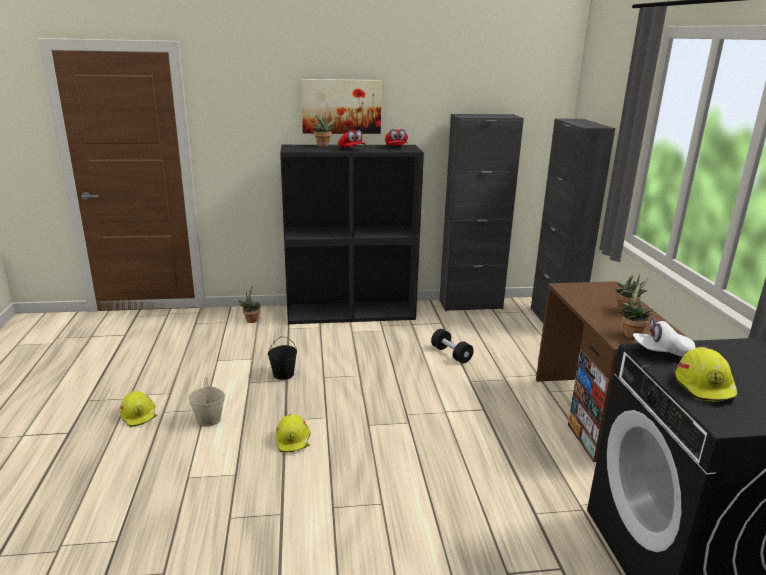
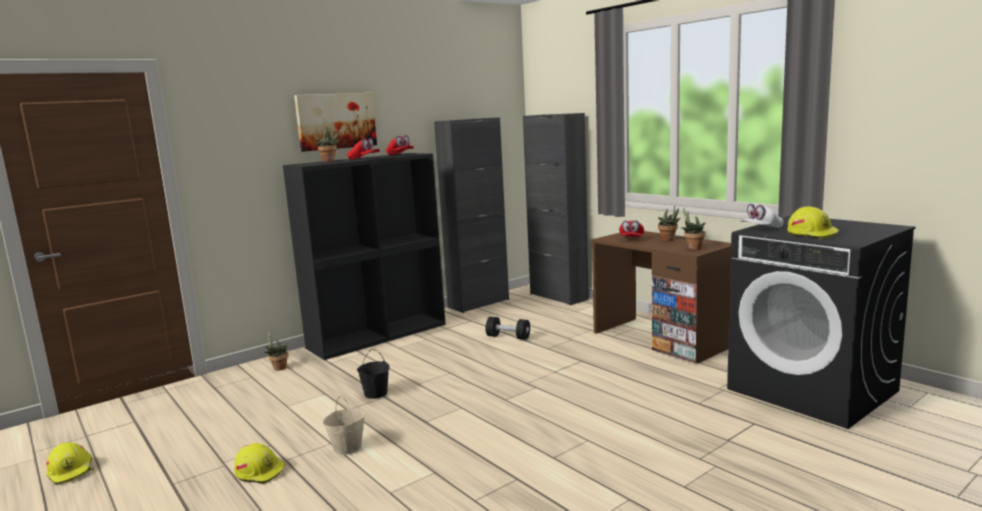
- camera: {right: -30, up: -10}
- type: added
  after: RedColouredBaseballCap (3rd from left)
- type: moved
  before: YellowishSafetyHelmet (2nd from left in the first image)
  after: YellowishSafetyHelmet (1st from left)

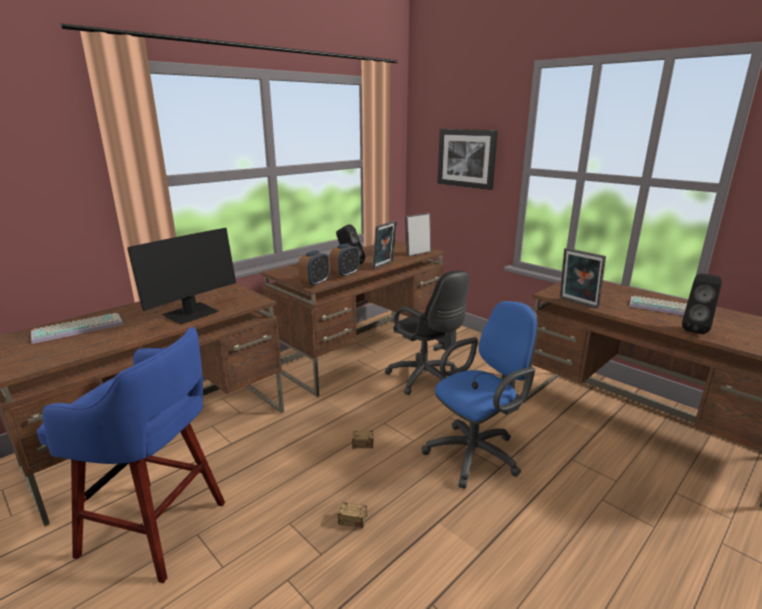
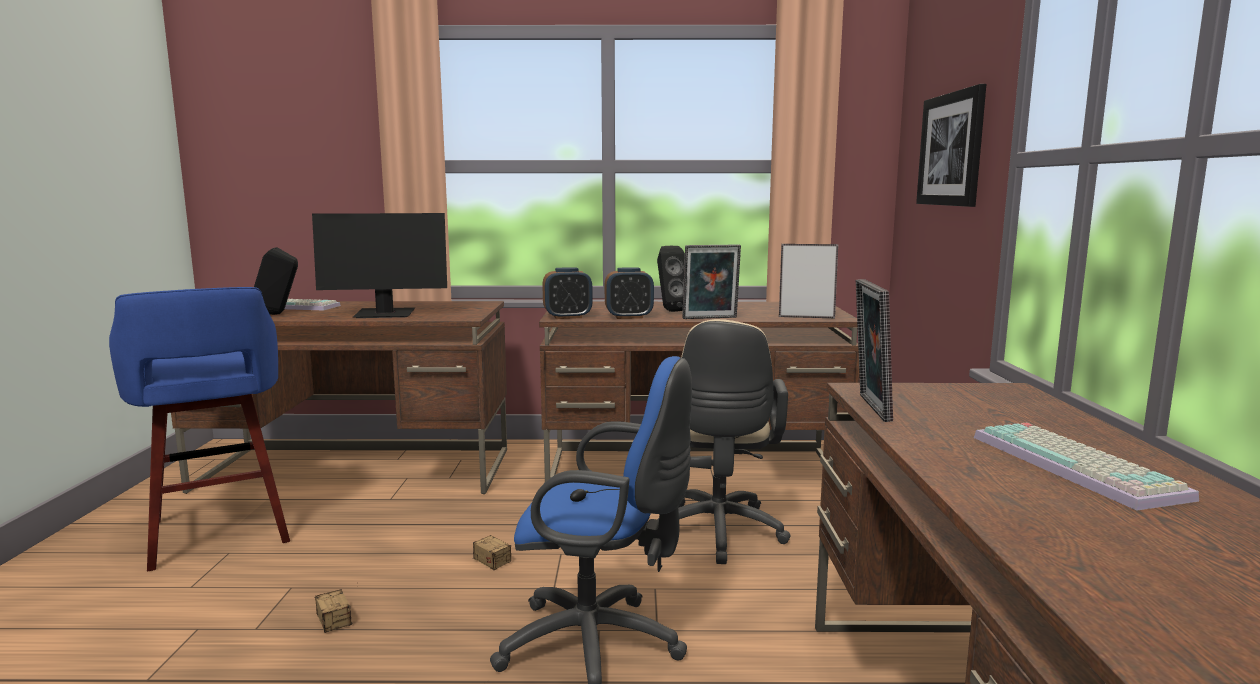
- camera: {right: 45, up: -10}
- type: moved
  before: BlackishSpeaker (2nd from left in the first image)
  after: BlackishSpeaker (1st from left)
- type: recoloured
  before: BlackishOfficeChair
  after: SandColouredOfficeChair

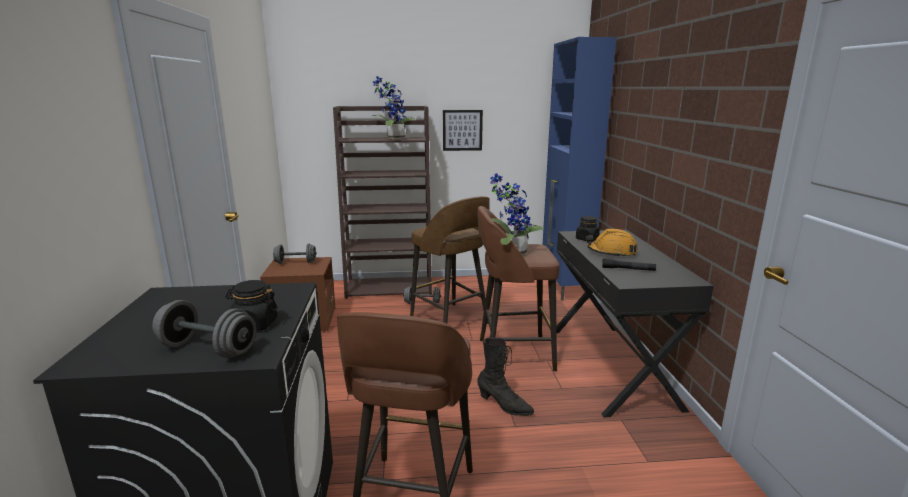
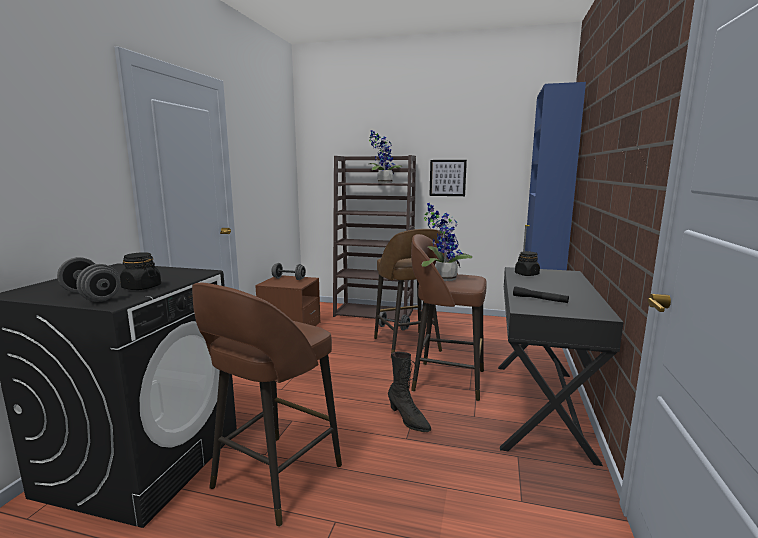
- camera: {right: 20, up: -5}
- type: removed
  before: OrangeySafetyHelmet

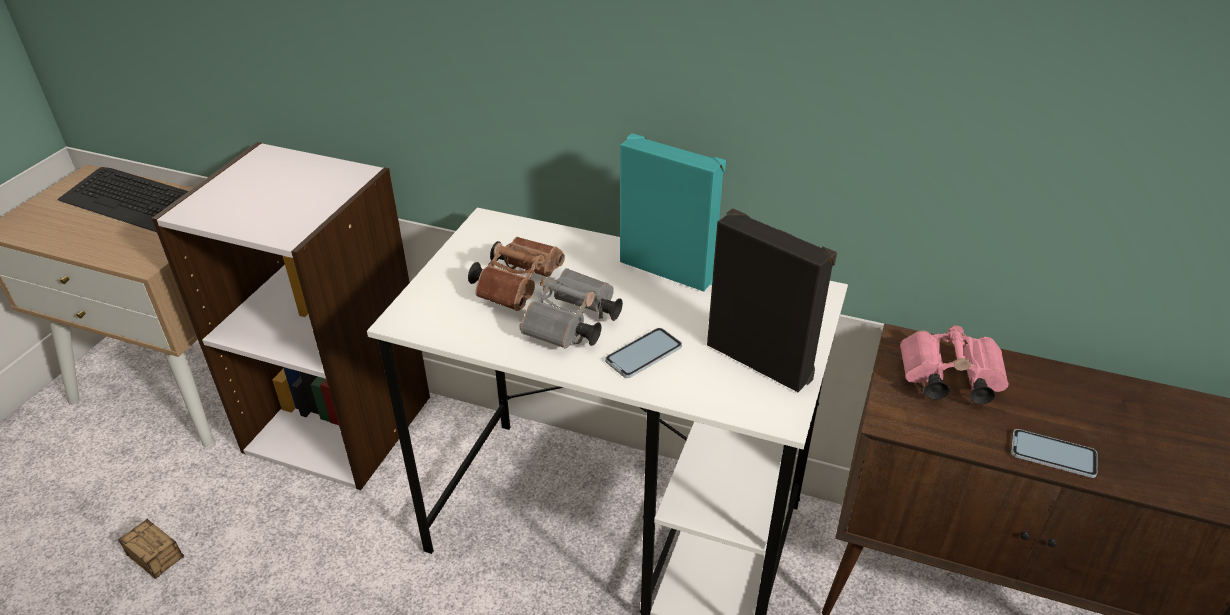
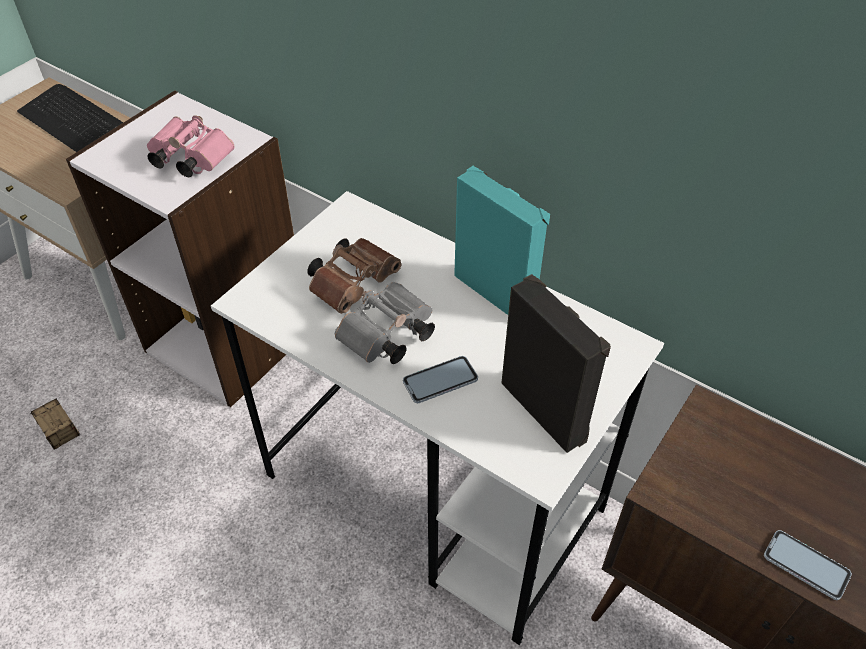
- camera: {right: 15, up: 10}
- type: moved
  before: PinkFieldGlasses

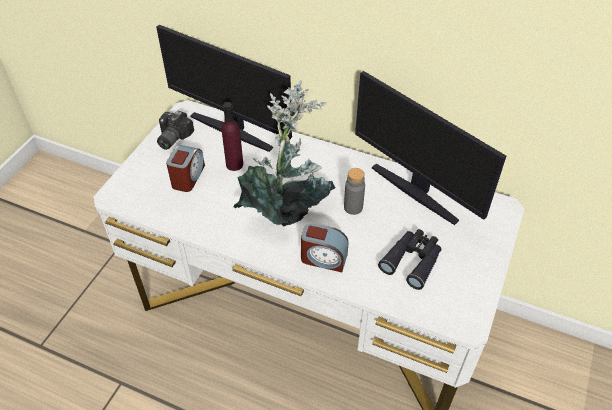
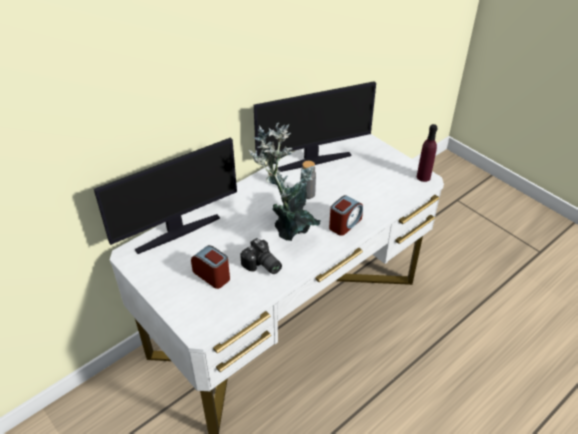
- camera: {right: -65, up: -5}
- type: removed
  before: BlackishFieldGlasses
- type: moved
  before: PhotoCamera
- type: moved
  before: PurpleColouredBottle

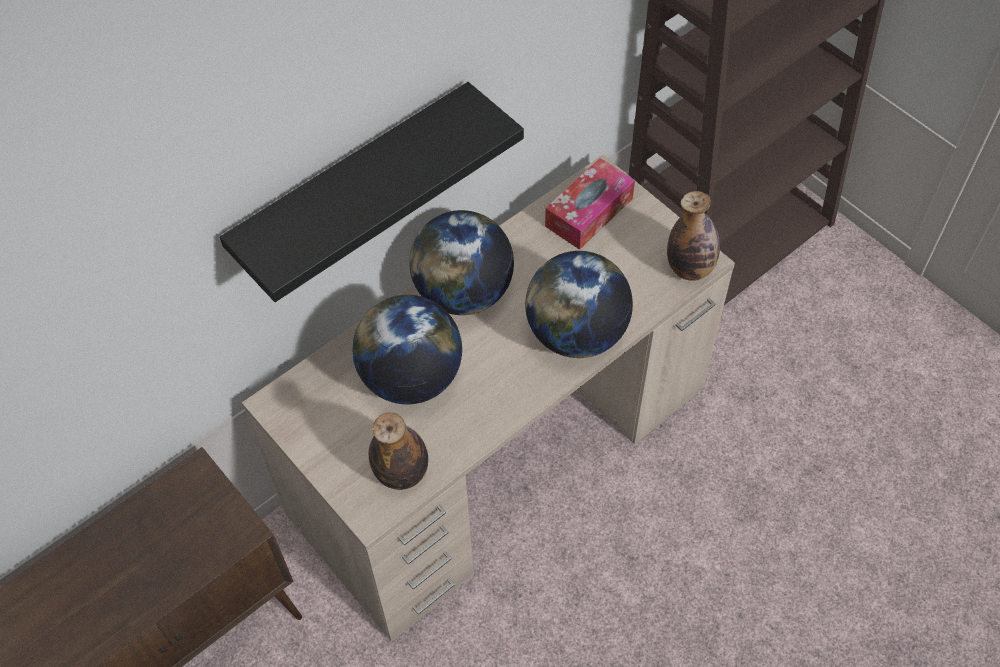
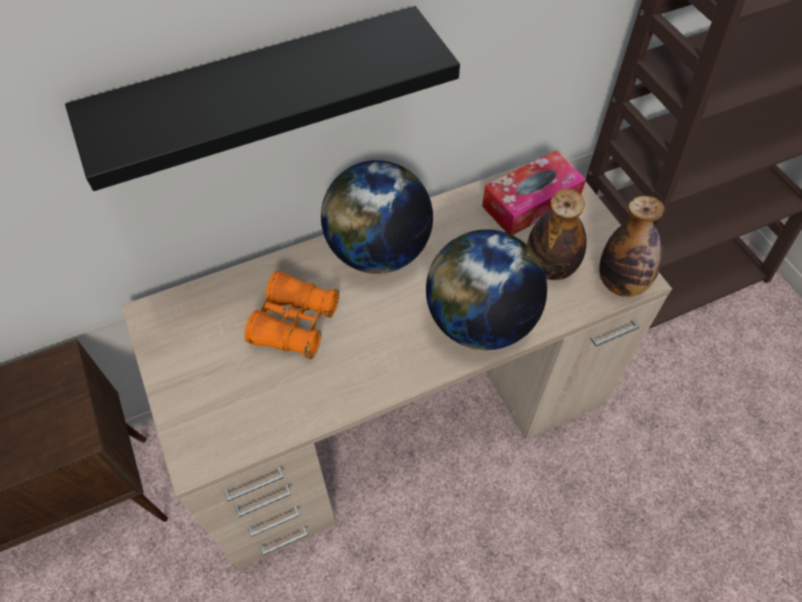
- camera: {right: 15, up: 0}
- type: moved
  before: Bottle (1st from left)
- type: replaced
  before: WorldGlobe (1st from left)
  after: OrangeyFieldGlasses

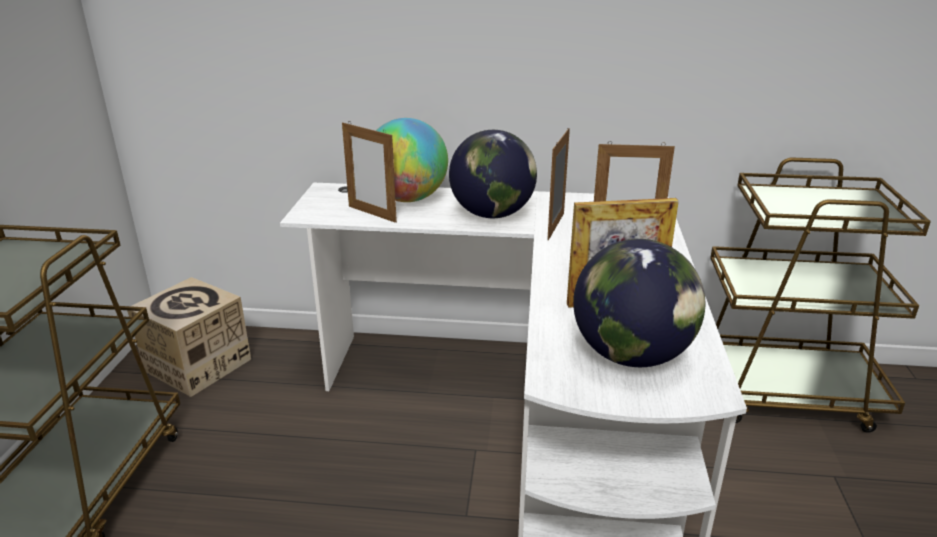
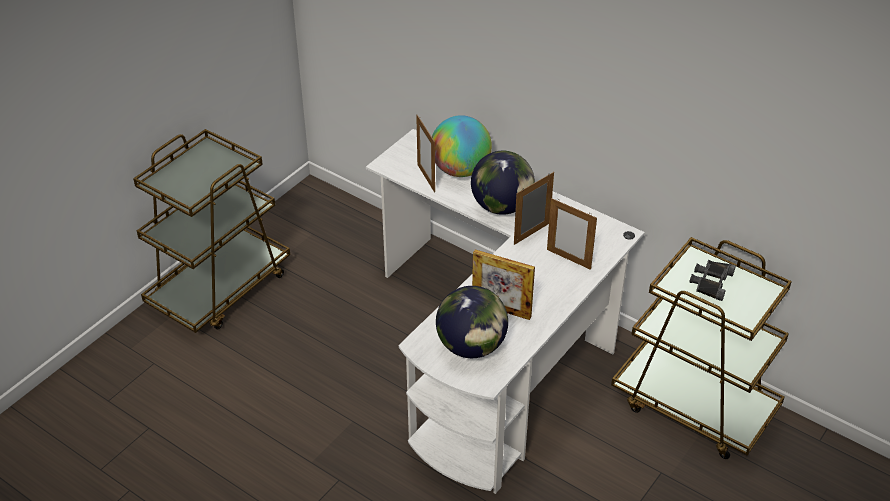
- camera: {right: 30, up: 15}
- type: removed
  before: PackingBox
- type: added
  after: BlackishFieldGlasses

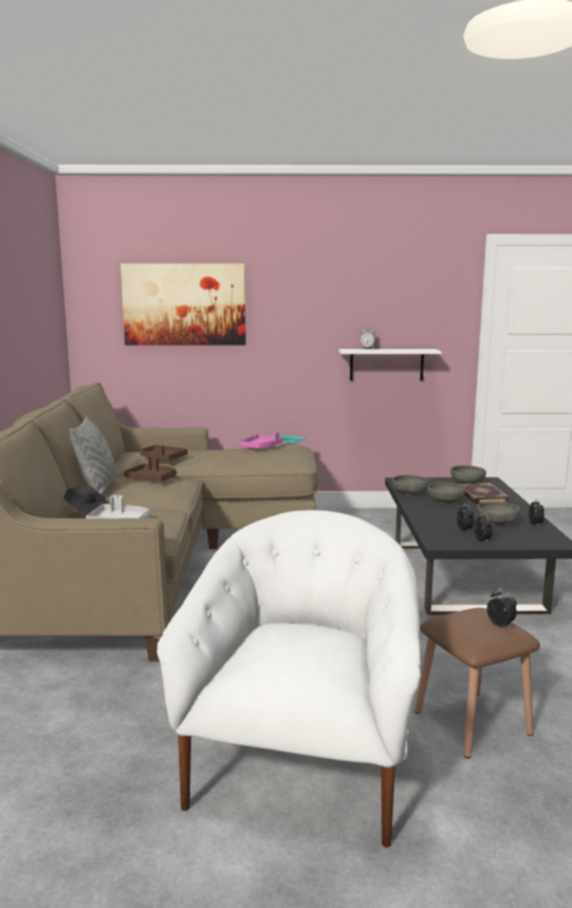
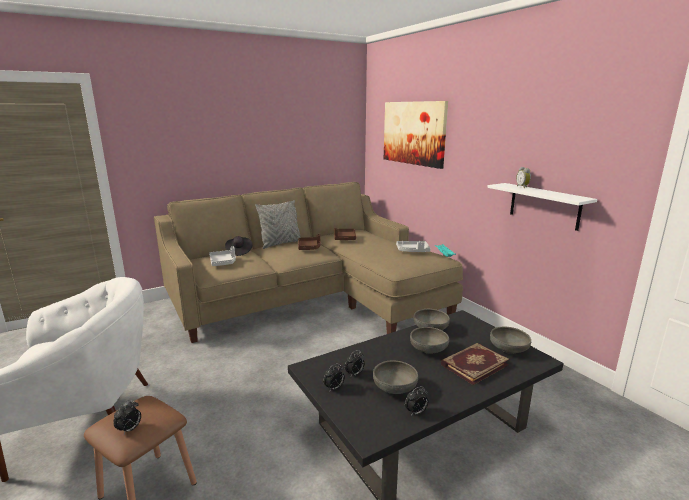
- camera: {right: 60, up: 5}
- type: recoloured
  before: PinkTray
  after: GreyTray (2nd from left)

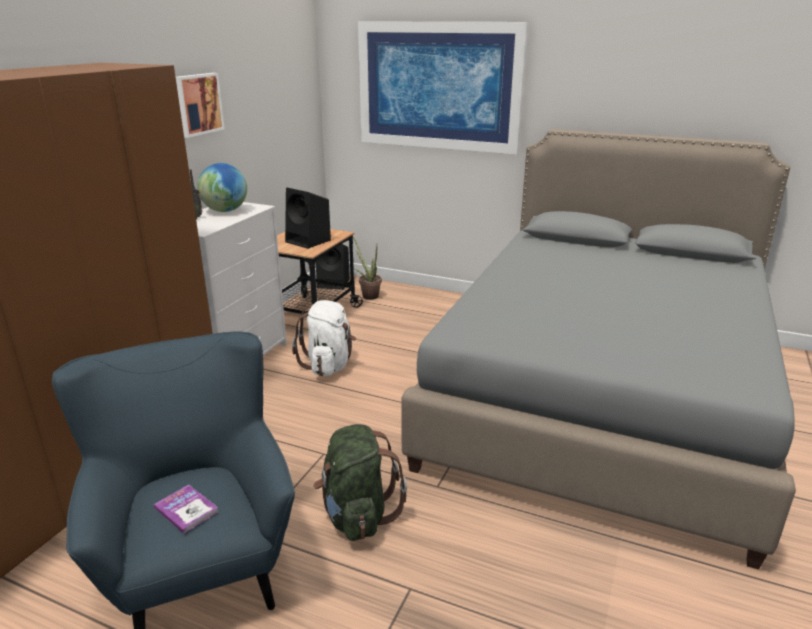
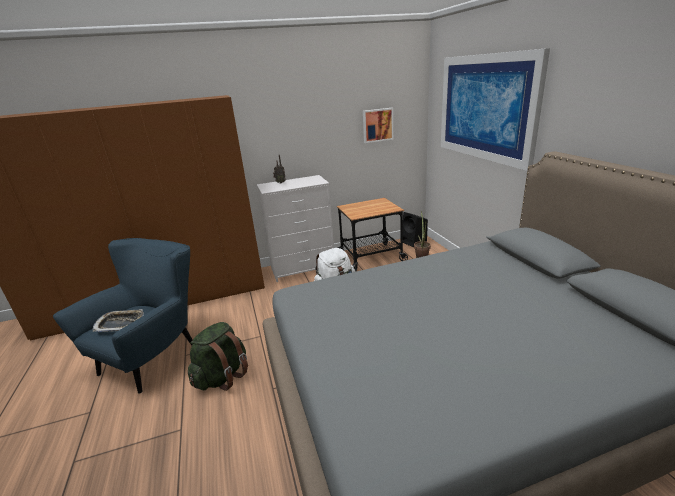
- camera: {right: 50, up: 0}
- type: removed
  before: WorldGlobe
- type: removed
  before: BlackishSpeaker (1st from left)
- type: moved
  before: WallArt (1st from left)
- type: replaced
  before: BoundBook
  after: Tray

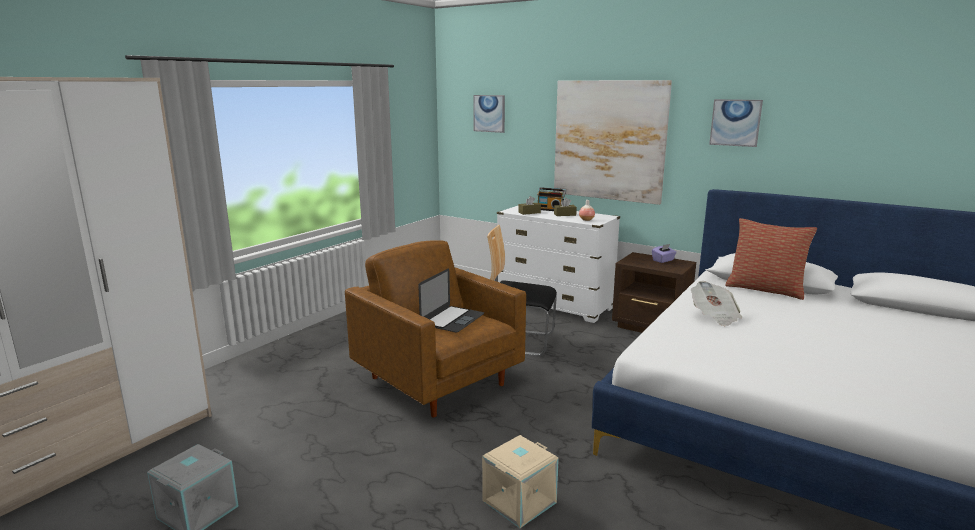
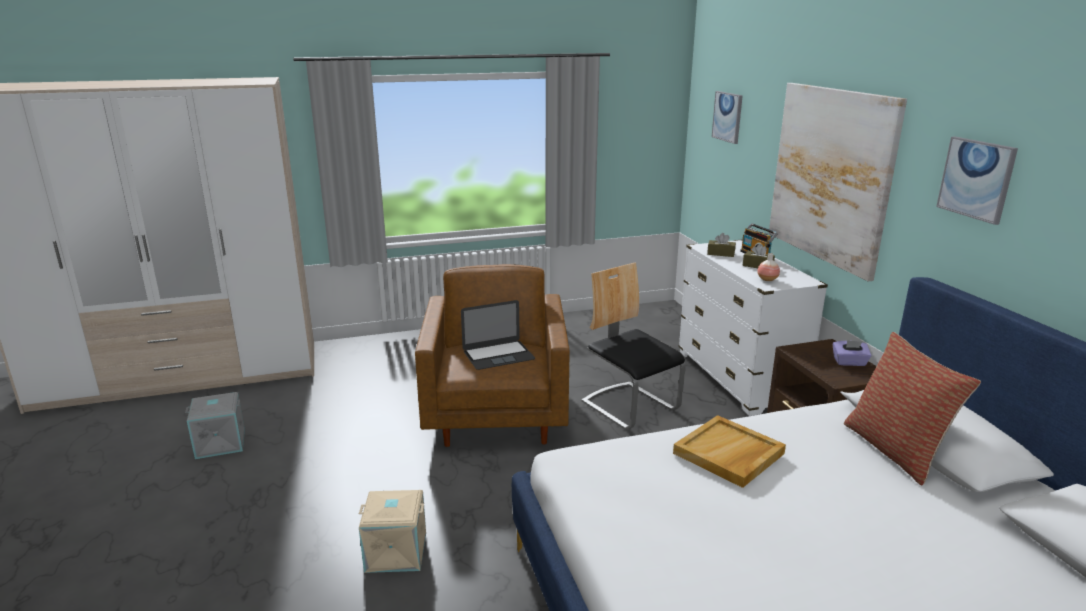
- camera: {right: 40, up: 5}
- type: replaced
  before: DailyPaper
  after: SandColouredTray

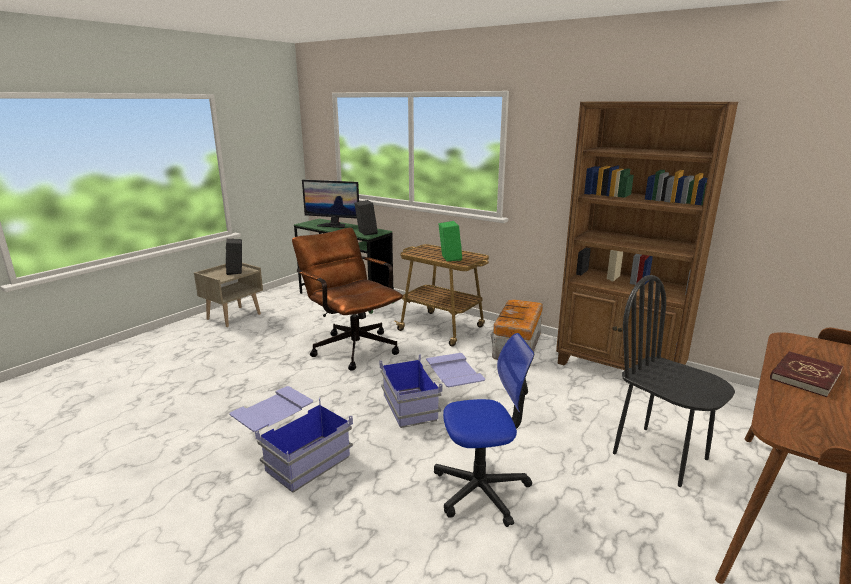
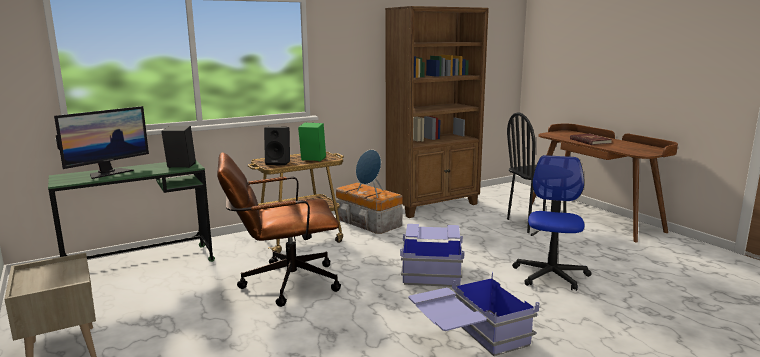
- camera: {right: -65, up: -5}
- type: added
  after: BlueSpeaker
- type: moved
  before: BlackishSpeaker (1st from left in the first image)
  after: BlackishSpeaker (2nd from left)

